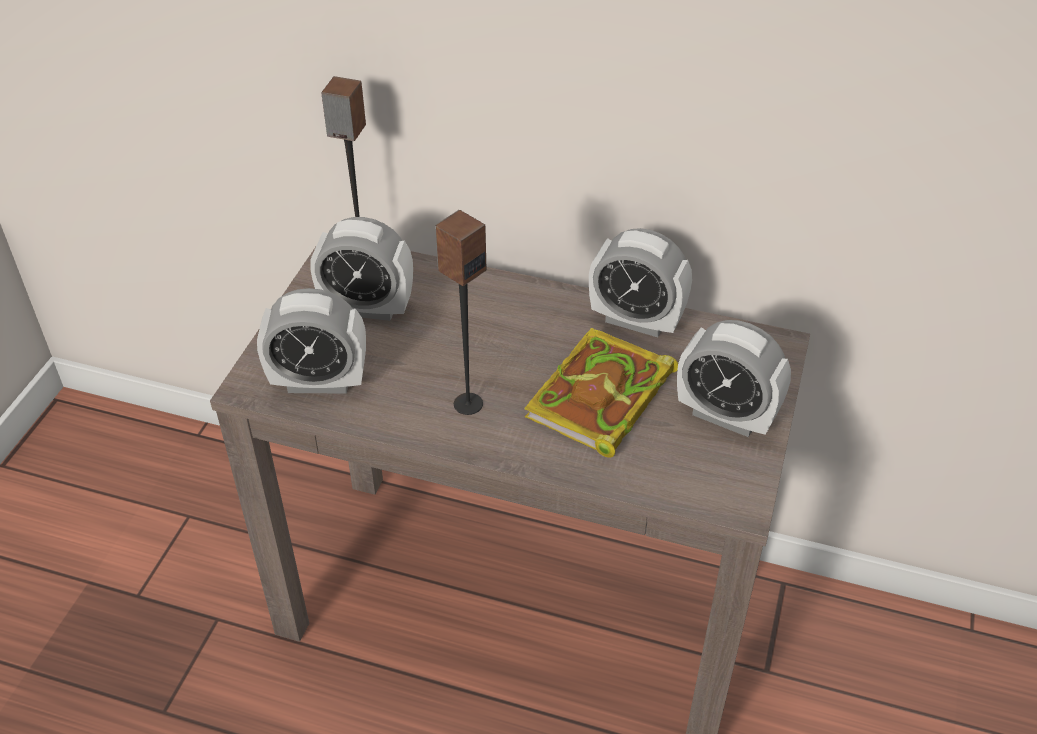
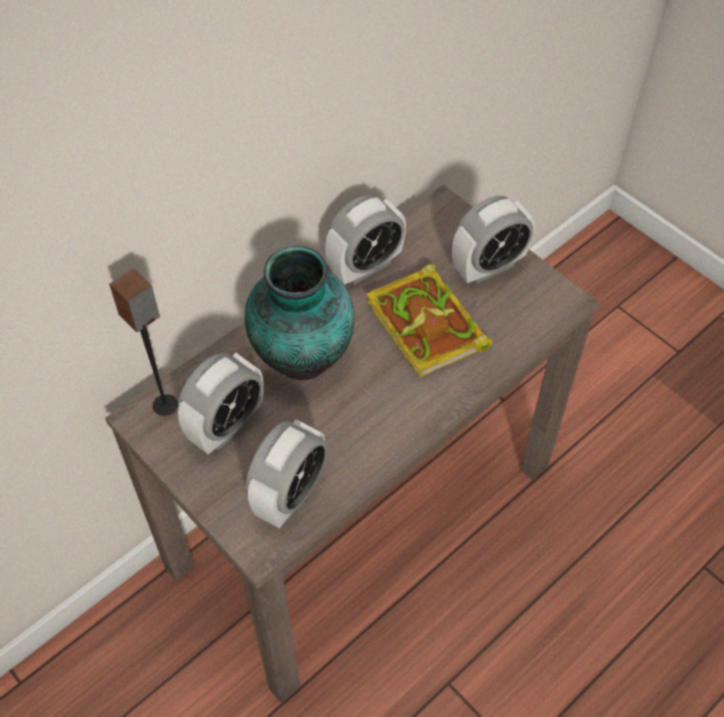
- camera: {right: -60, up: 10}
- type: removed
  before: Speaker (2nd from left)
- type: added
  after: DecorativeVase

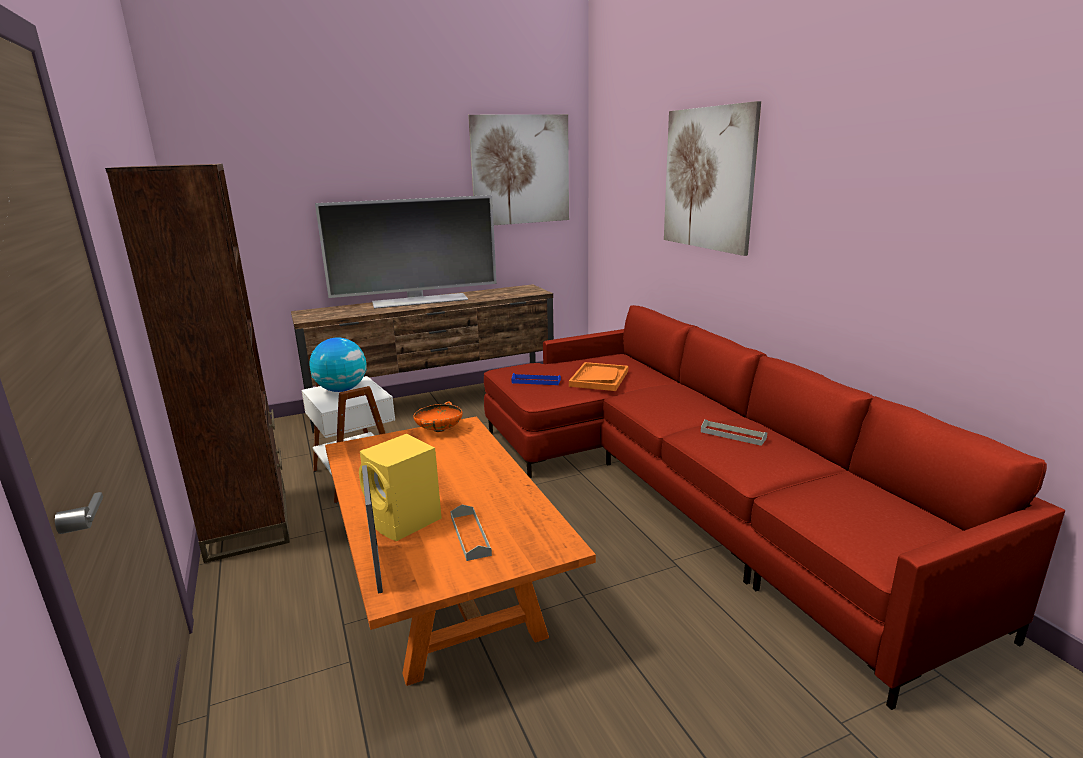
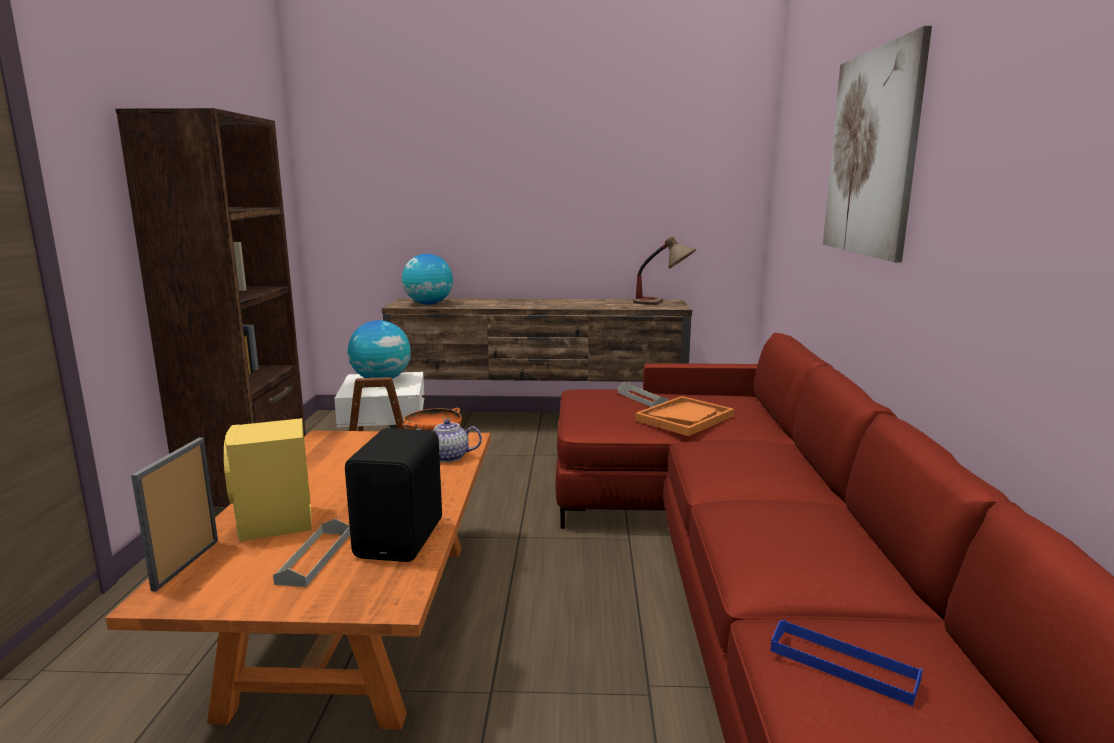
- camera: {right: 25, up: -5}
- type: removed
  before: TvSet
- type: removed
  before: WallArt (1st from left)
- type: added
  after: BlackishSpeaker
- type: added
  after: WorldGlobe (2nd from left)
- type: added
  after: PotForTea
- type: added
  after: LampForATable
- type: moved
  before: BlueTray
- type: moved
  before: GreyTray (2nd from left)

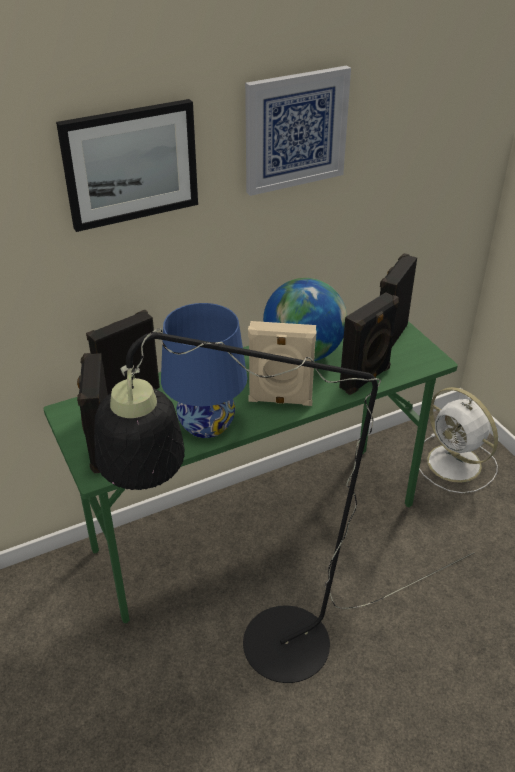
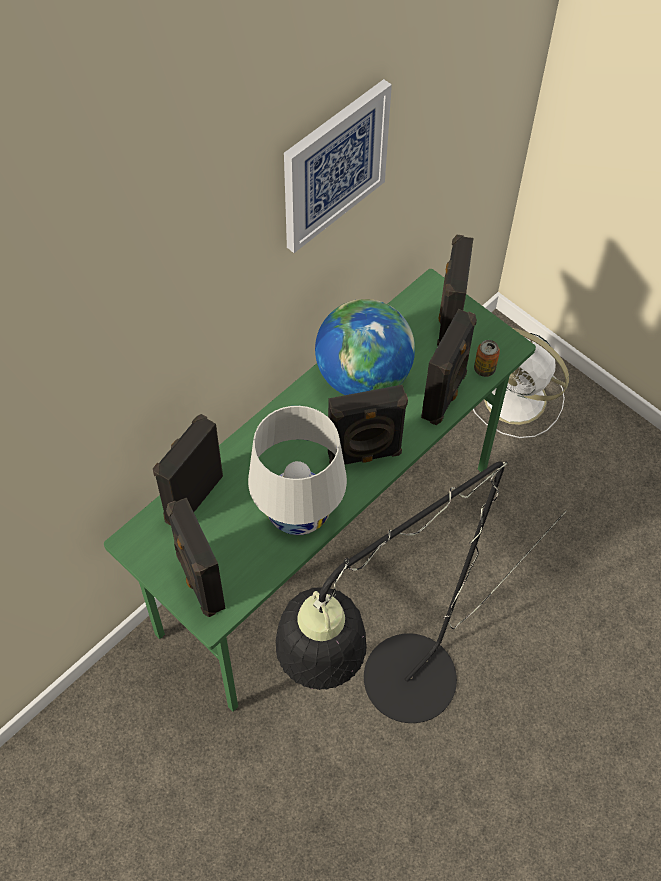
- camera: {right: -20, up: 20}
- type: removed
  before: WallArt (1st from left)
- type: added
  after: Can
- type: recoloured
  before: BlueLampForATable
  after: WhiteColouredLampForATable
- type: recoloured
  before: SandColouredSpeaker
  after: BlackishSpeaker (3rd from left)

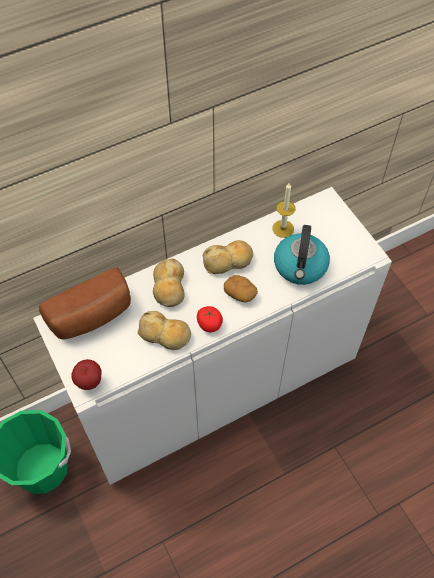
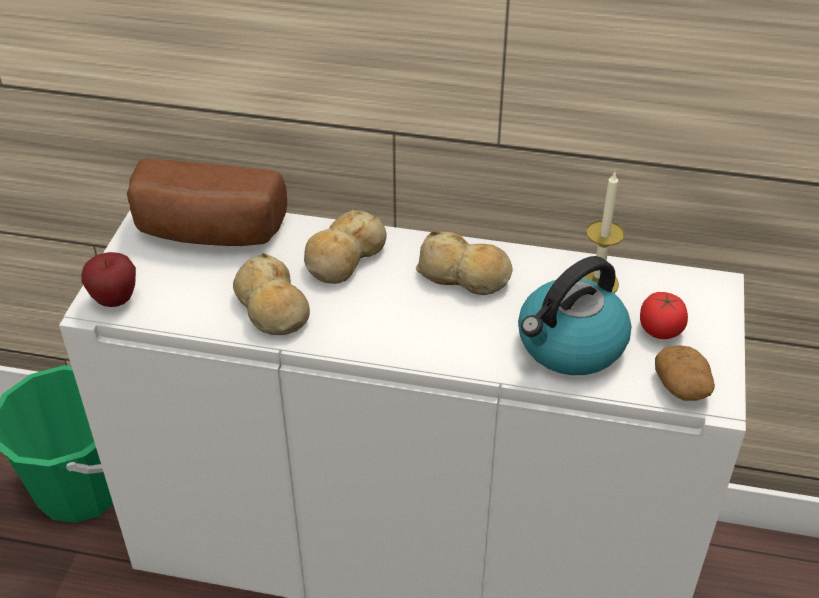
- camera: {right: 40, up: -15}
- type: moved
  before: Tomato
- type: moved
  before: WholePotato

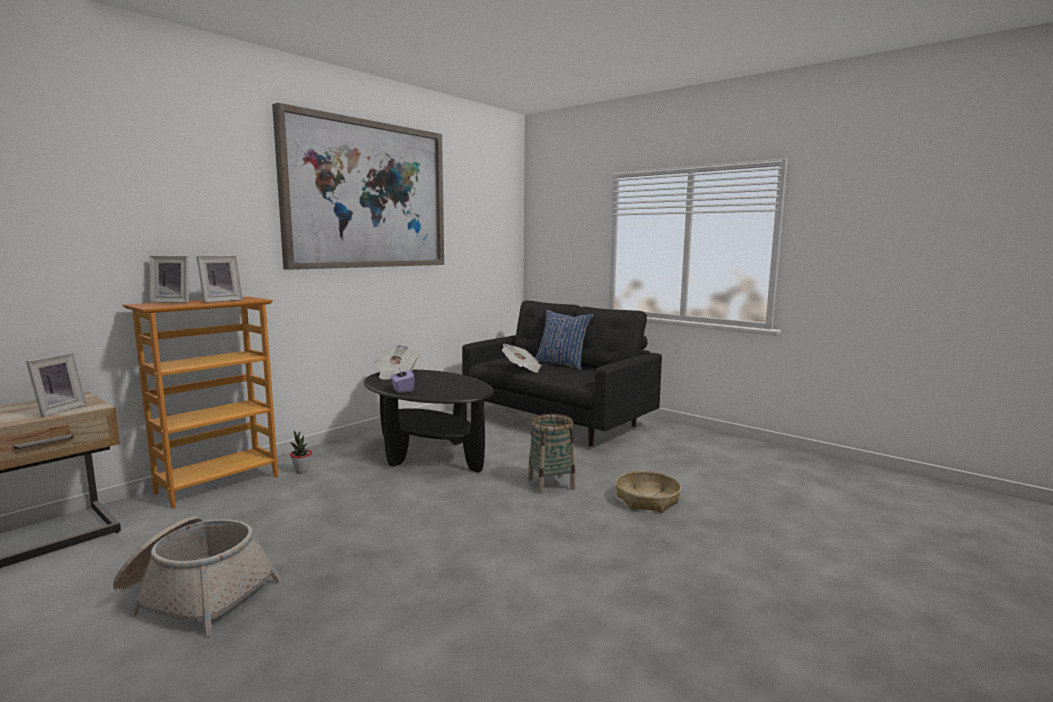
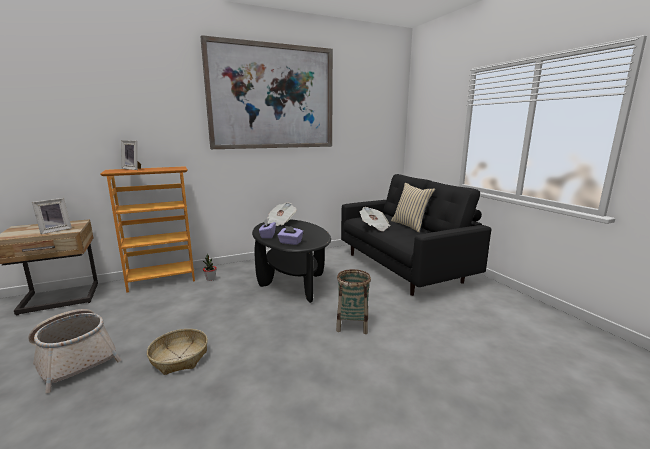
- camera: {right: 25, up: 5}
- type: removed
  before: StandingFrame (3rd from left)
- type: added
  after: PurpleColouredTissueHolder (2nd from left)
- type: moved
  before: HouseholdBasket (3rd from left in the first image)
  after: HouseholdBasket (2nd from left)
- type: recoloured
  before: BlueThrowPillow
  after: SandColouredThrowPillow

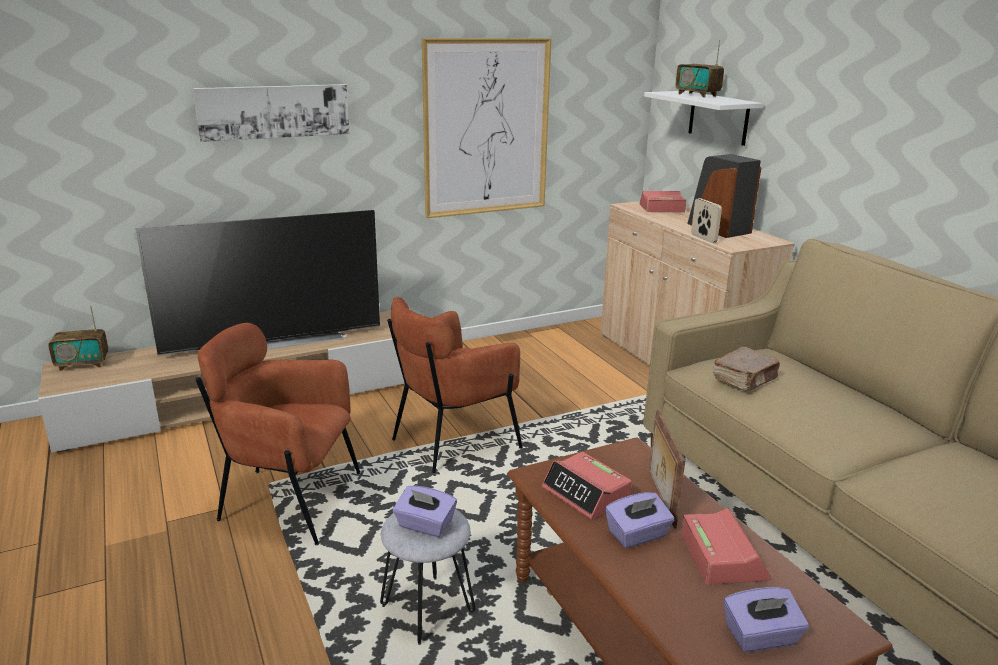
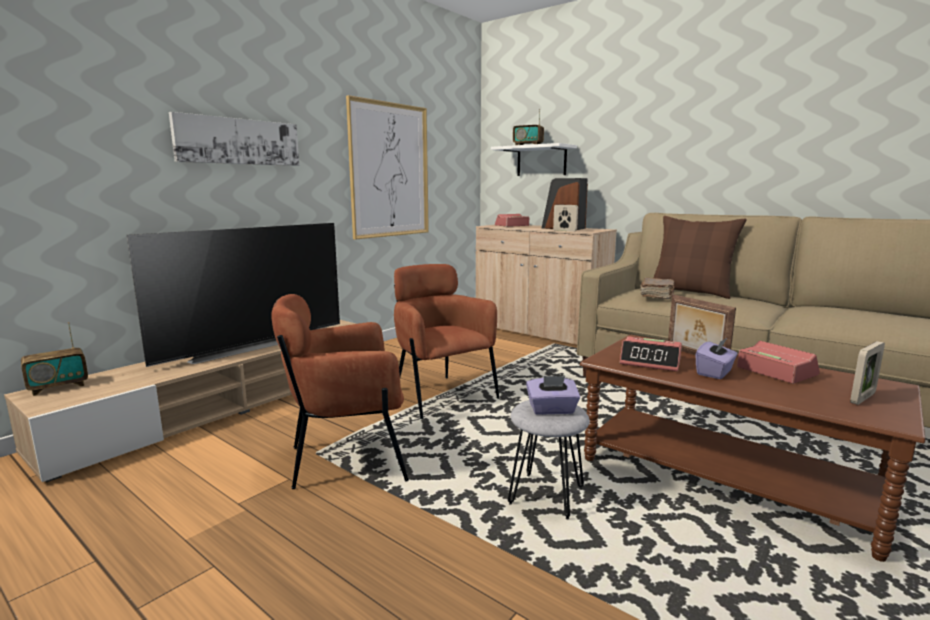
- camera: {right: -25, up: -10}
- type: added
  after: BrownishThrowPillow
- type: replaced
  before: PurpleColouredTissueHolder (3rd from left)
  after: StandingFrame (3rd from left)
- type: turned
  before: BrownishArmchair (2nd from left)
  turn: 120

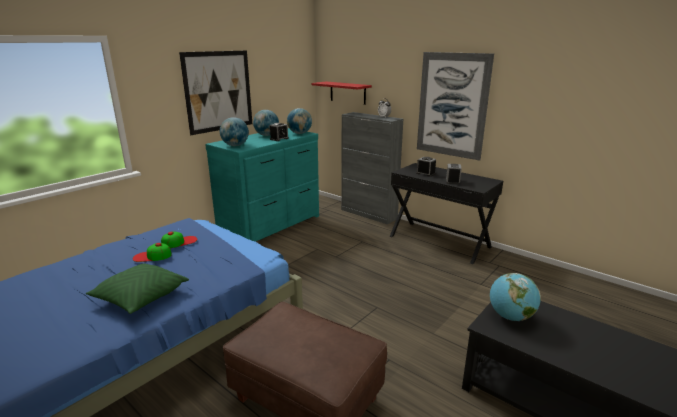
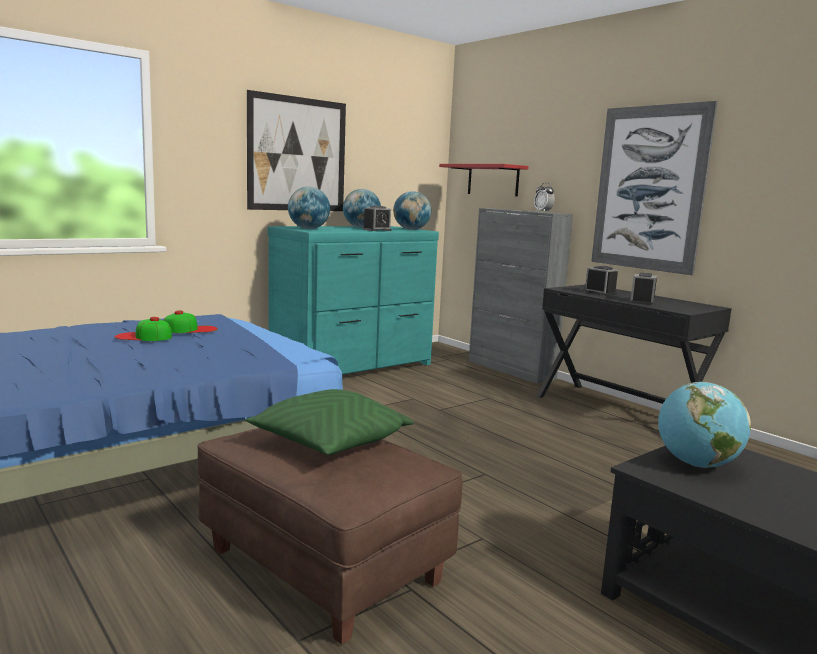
- camera: {right: 10, up: -10}
- type: moved
  before: GreenThrowPillow

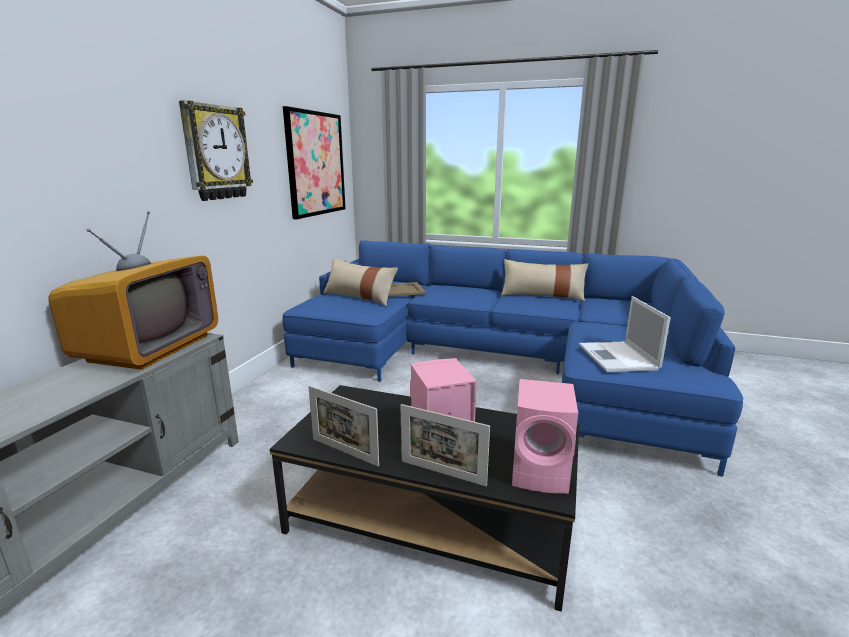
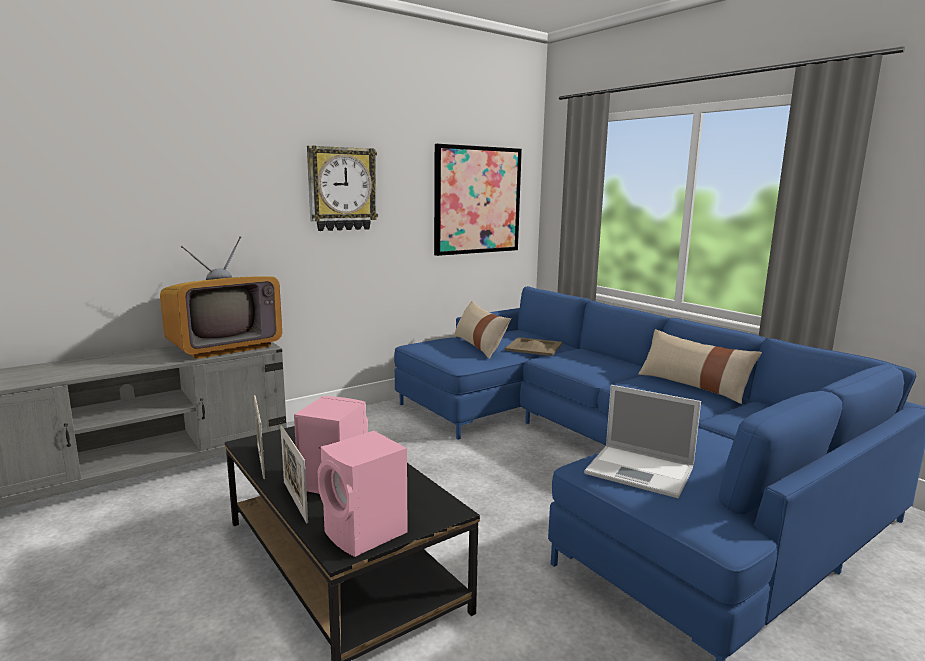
- camera: {right: 35, up: -5}
- type: turned
  before: Laptop
  turn: -90

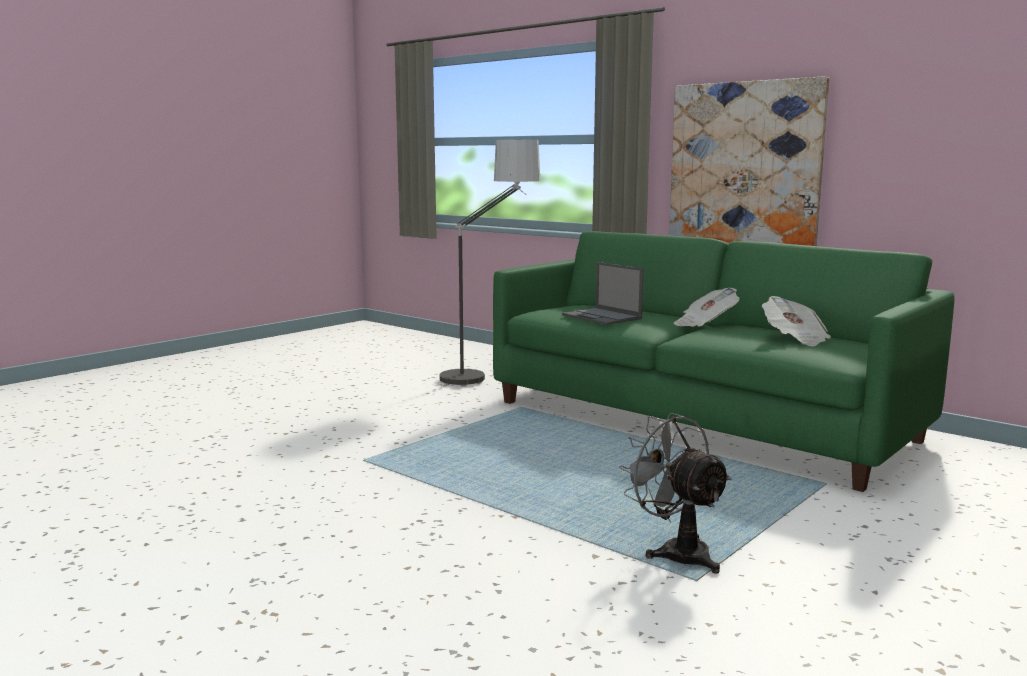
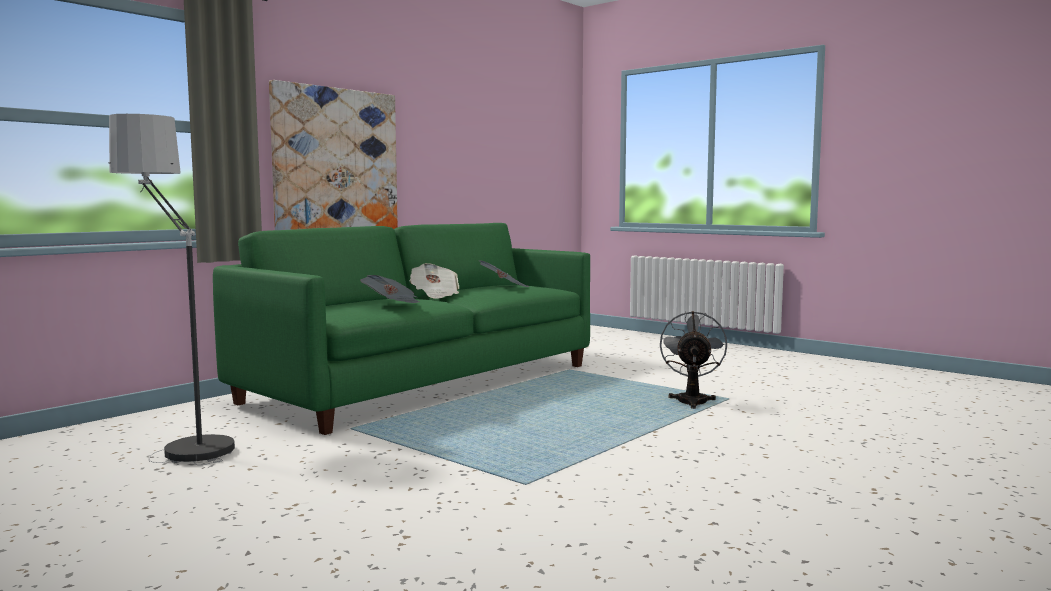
- camera: {right: -90, up: -5}
- type: replaced
  before: Laptop
  after: DailyPaper (1st from left)
- type: turned
  before: GreyCoolingFan
  turn: 135

